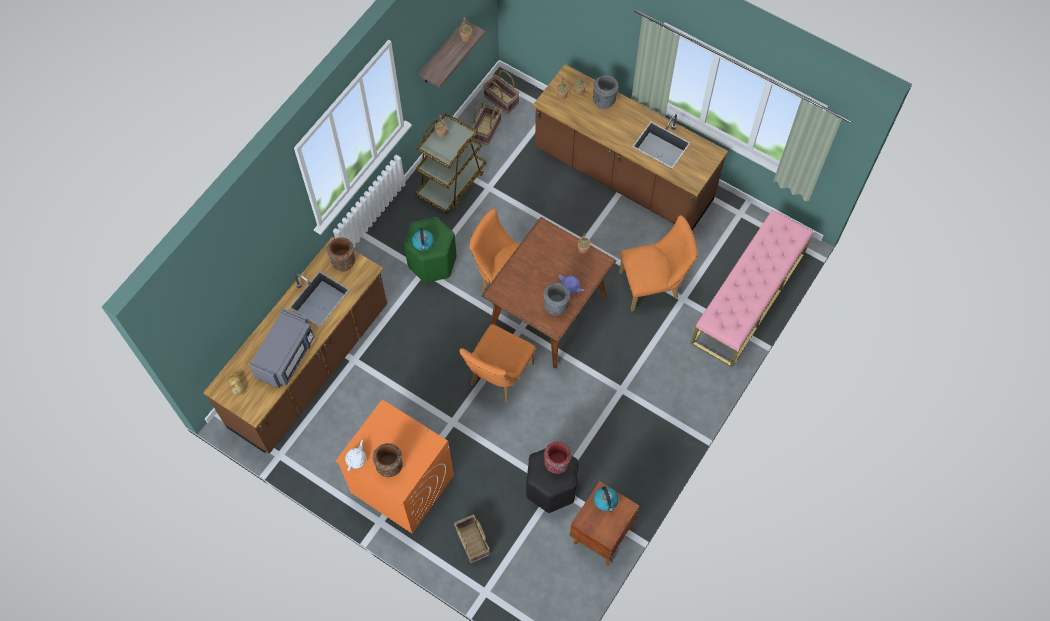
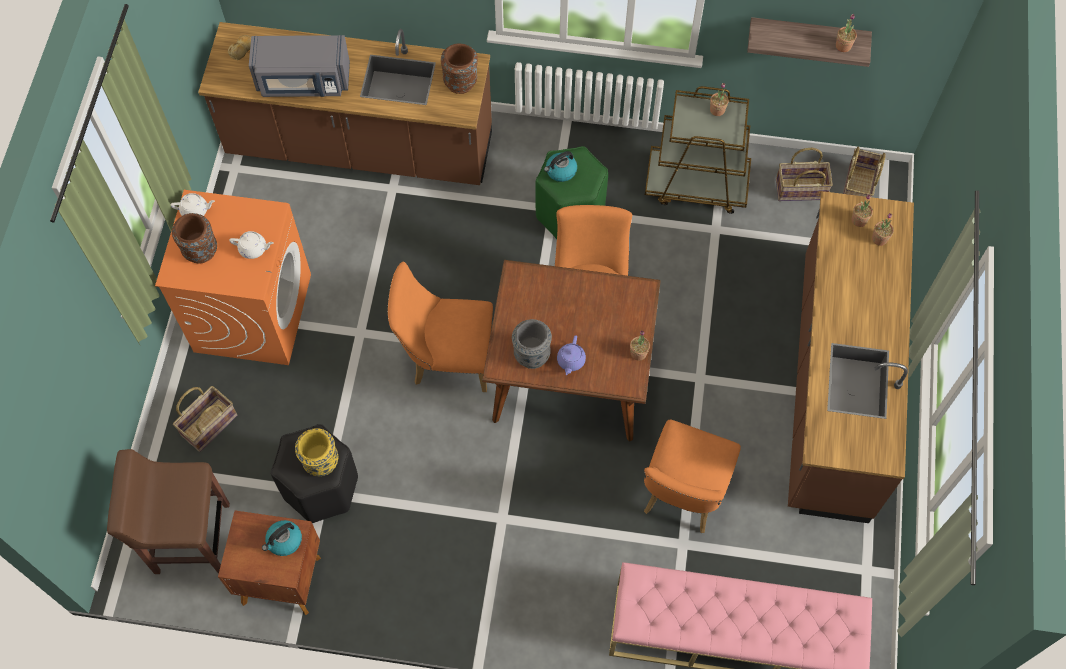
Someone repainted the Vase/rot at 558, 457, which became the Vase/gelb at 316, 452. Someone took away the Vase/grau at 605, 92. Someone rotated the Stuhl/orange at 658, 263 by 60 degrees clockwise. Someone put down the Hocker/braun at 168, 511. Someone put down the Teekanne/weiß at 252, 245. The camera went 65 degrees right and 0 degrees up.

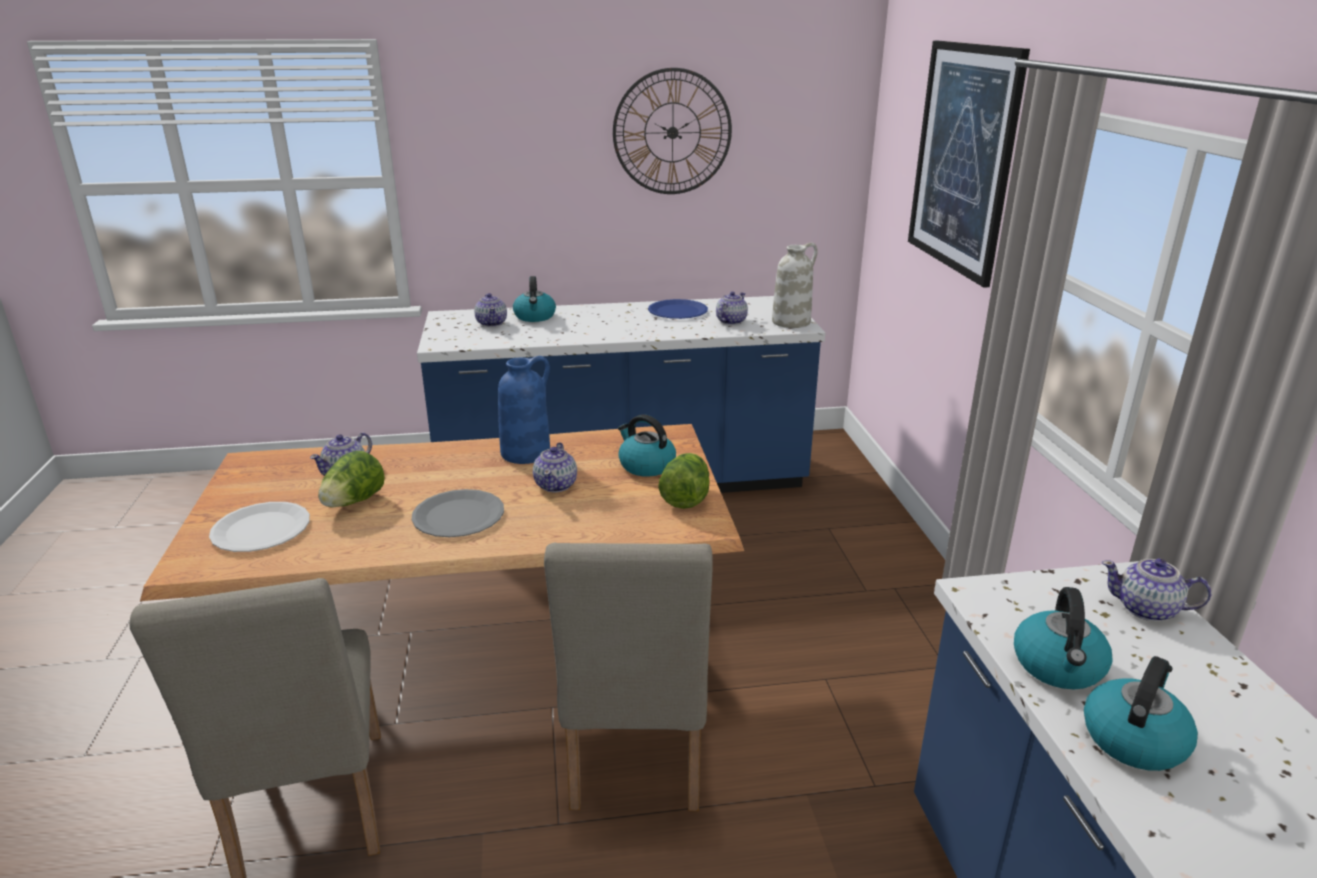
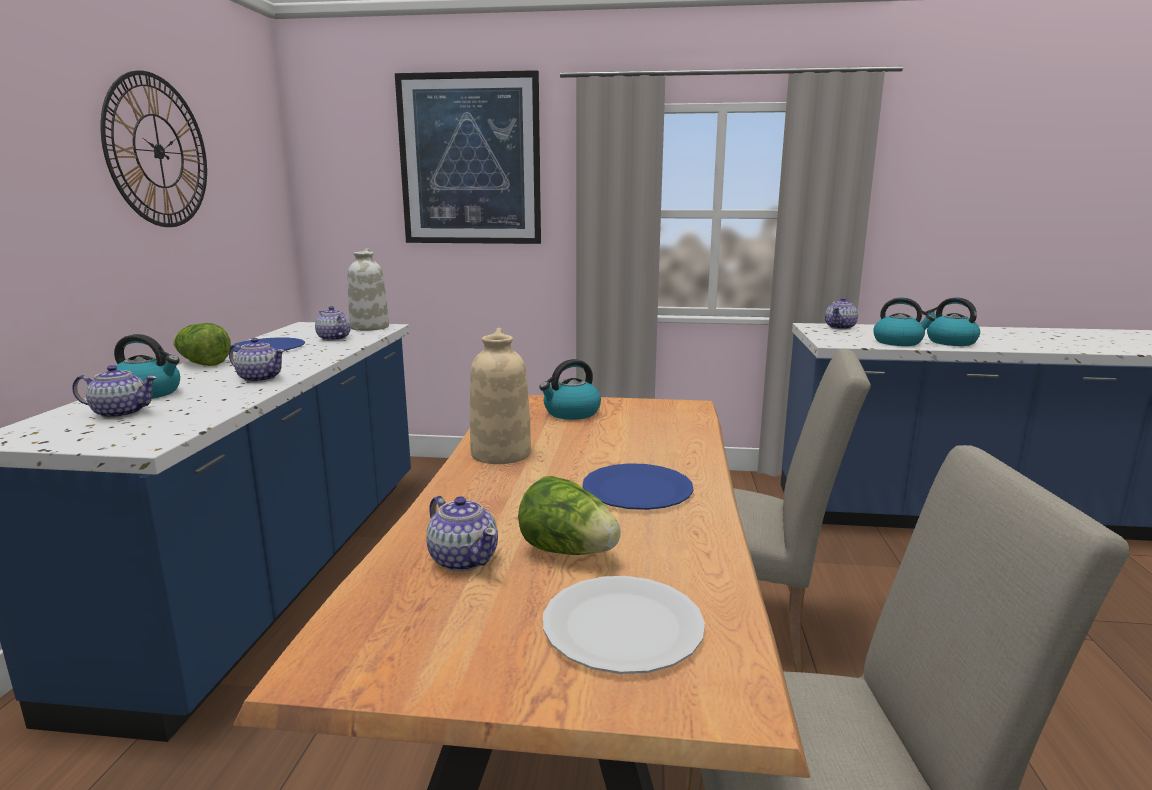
Someone repainted the Teller/grau at 457, 513, which became the Teller/blau at 638, 486. Someone repainted the Vase/blau at 524, 410, which became the Vase/beige at 500, 396. Someone carried the Teekanne from 555, 467 to 257, 360. Someone carried the Salatkopf from 684, 481 to 202, 344. The camera went 75 degrees left and 10 degrees down.

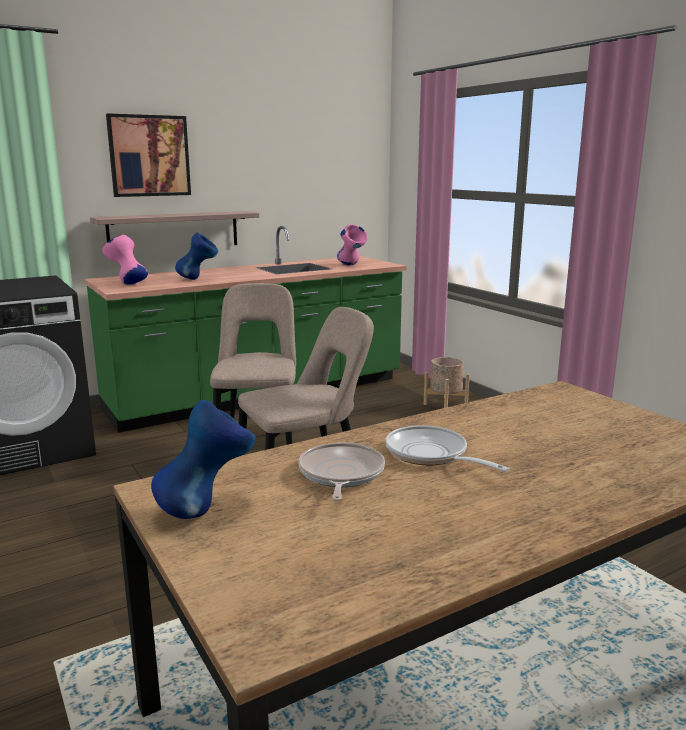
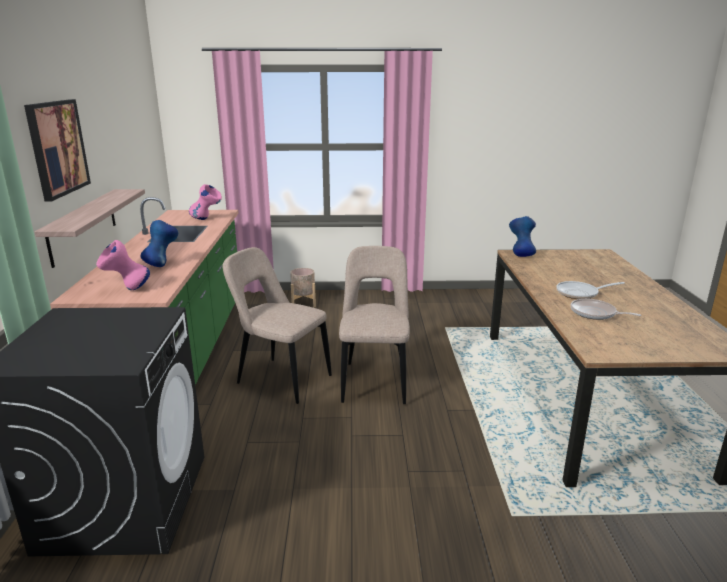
Someone carried the Vase/blau from 203, 459 to 522, 236. The camera went 60 degrees left and 5 degrees up.

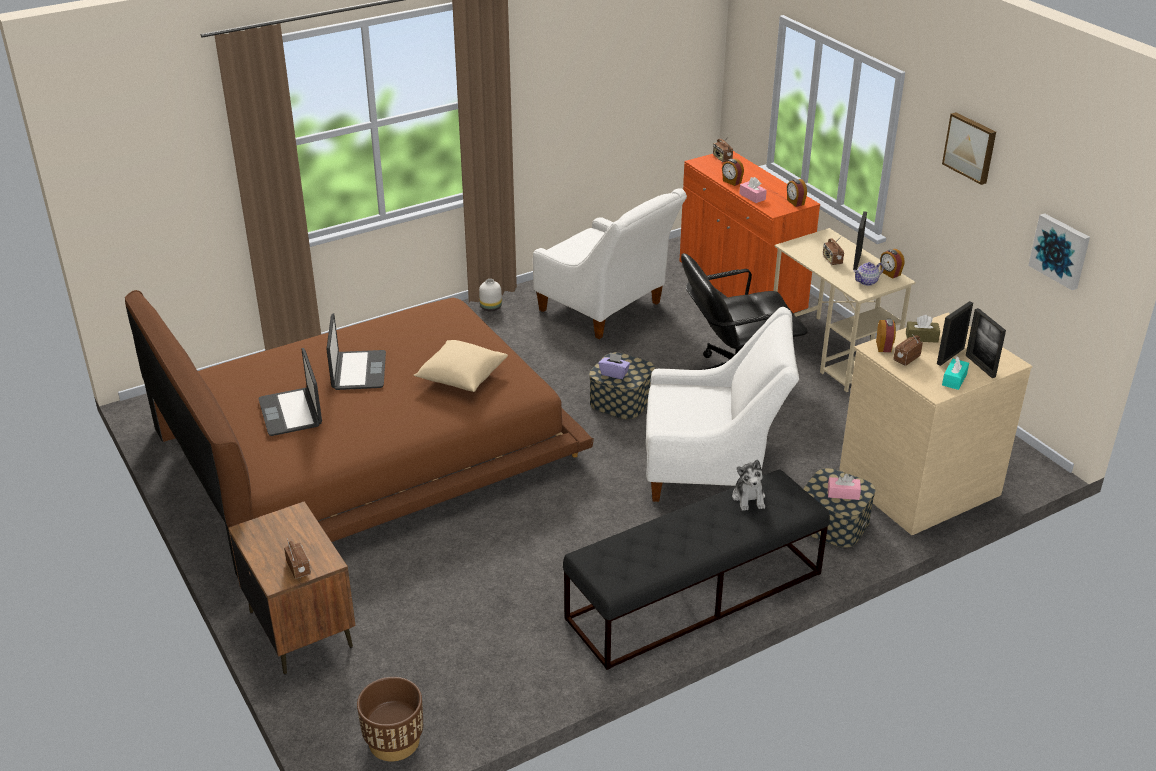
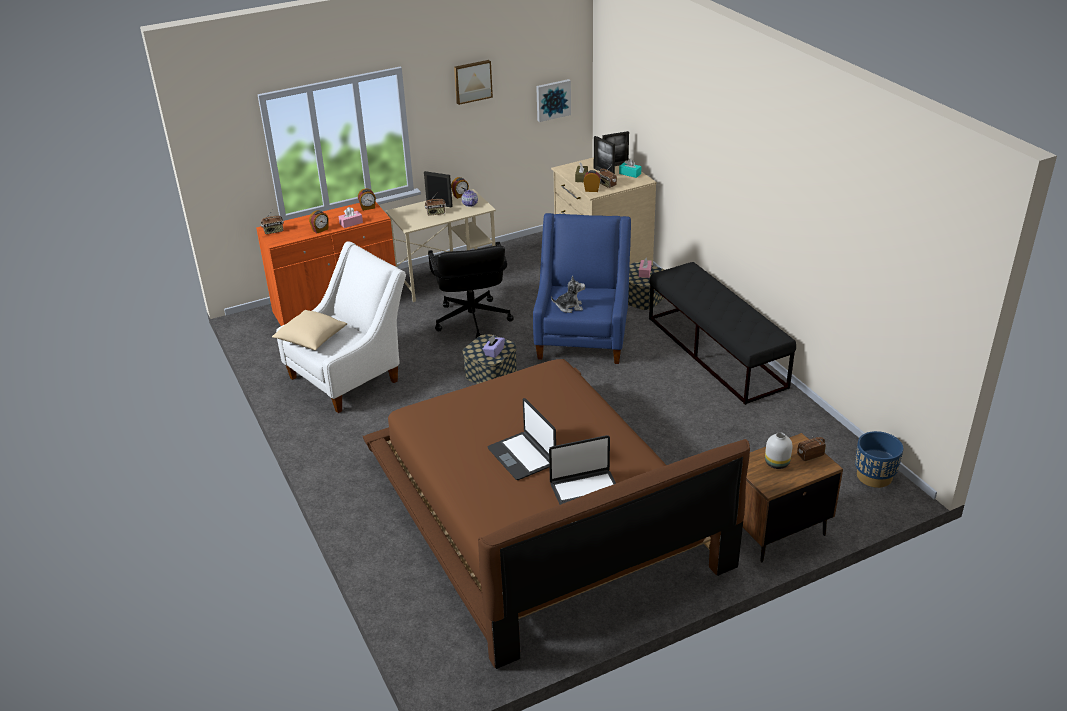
Someone rotated the Laptop at 356, 351 by 120 degrees counterclockwise. Someone repainted the Pflanzkübel/braun at 390, 719, which became the Pflanzkübel/blau at 879, 459. Someone carried the Kissen/beige from 461, 366 to 309, 330. Someone carried the Vase/weiß from 490, 295 to 779, 450. Someone repainted the Sessel/weiß at 722, 404, which became the Sessel/blau at 582, 288. Someone carried the Plüschtier from 748, 485 to 568, 294. The camera went 85 degrees left and 0 degrees up.

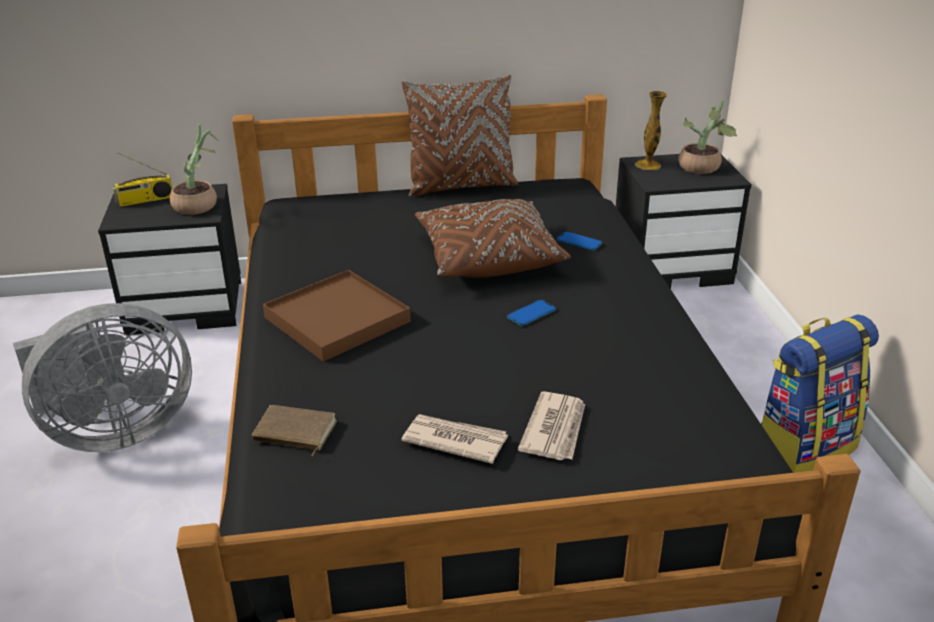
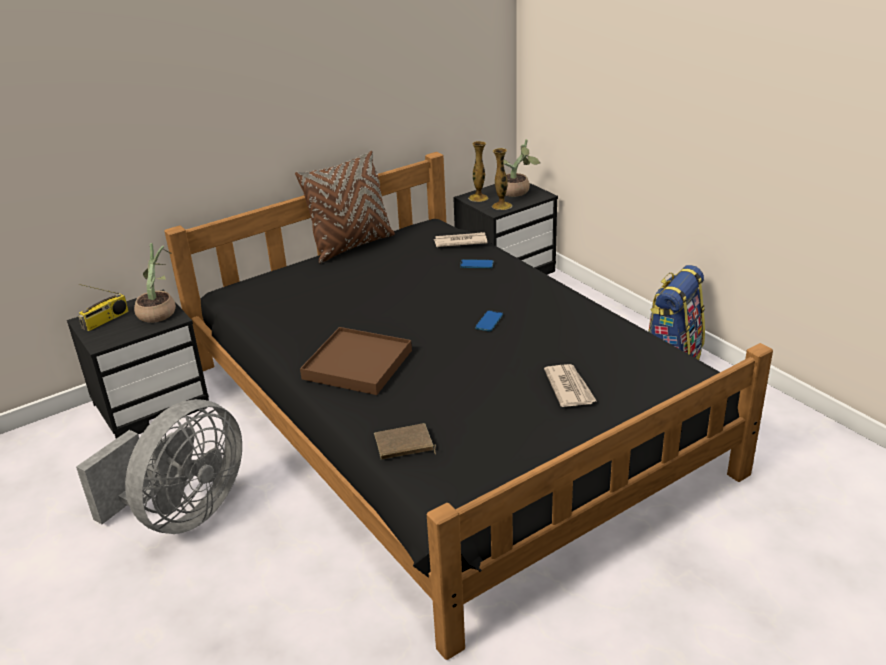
Someone carried the Zeitung from 454, 439 to 460, 239. Someone took away the Kissen/braun at 493, 238. Someone put down the Vase at 502, 179. The camera went 25 degrees left and 0 degrees up.

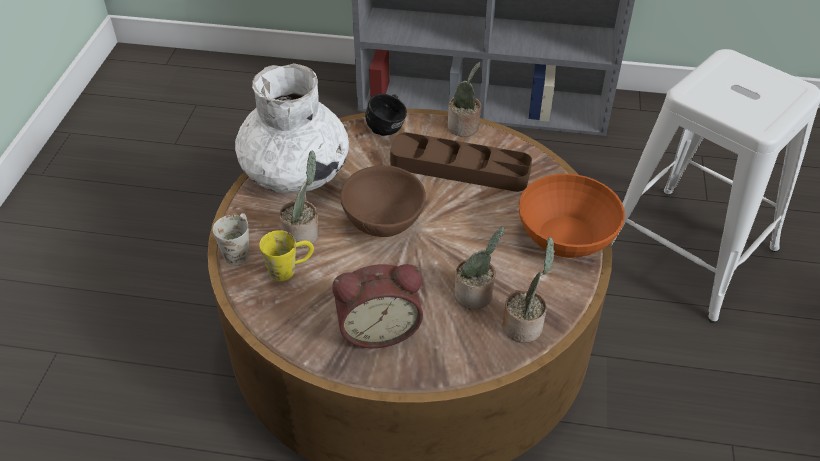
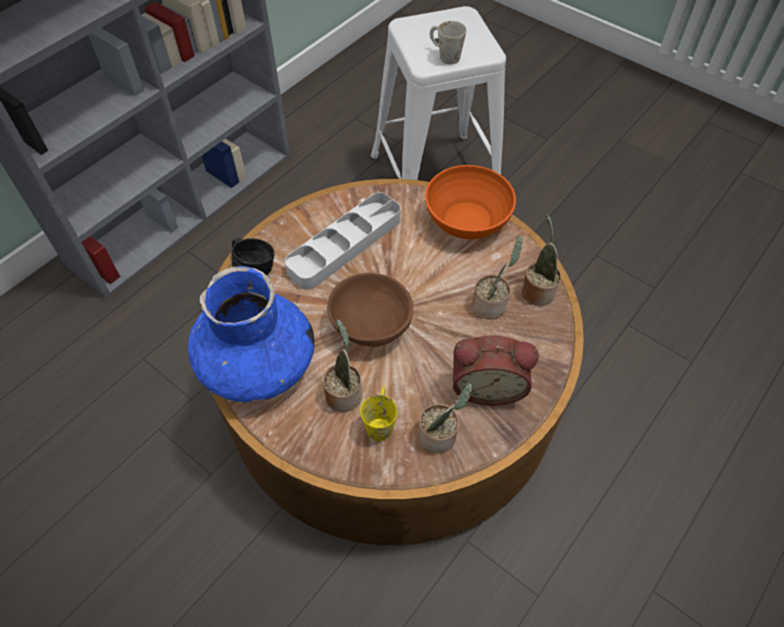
Someone carried the Henkelbecher/weiß from 231, 239 to 448, 42. Someone repainted the Vase/weiß at 292, 128, which became the Vase/blau at 251, 334. Someone rotated the Wecker at 377, 306 by 75 degrees clockwise. Someone repainted the Tablett/braun at 461, 162, which became the Tablett/grau at 343, 241. Someone carried the Topfpflanze from 464, 99 to 445, 418. The camera went 60 degrees left and 10 degrees up.

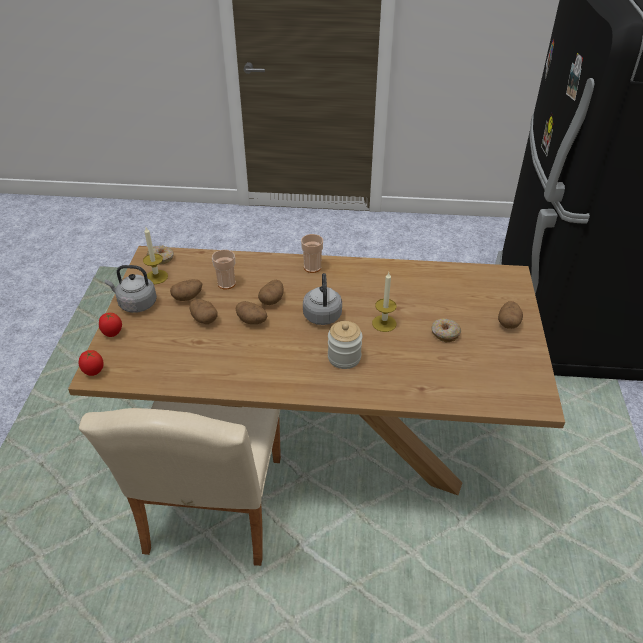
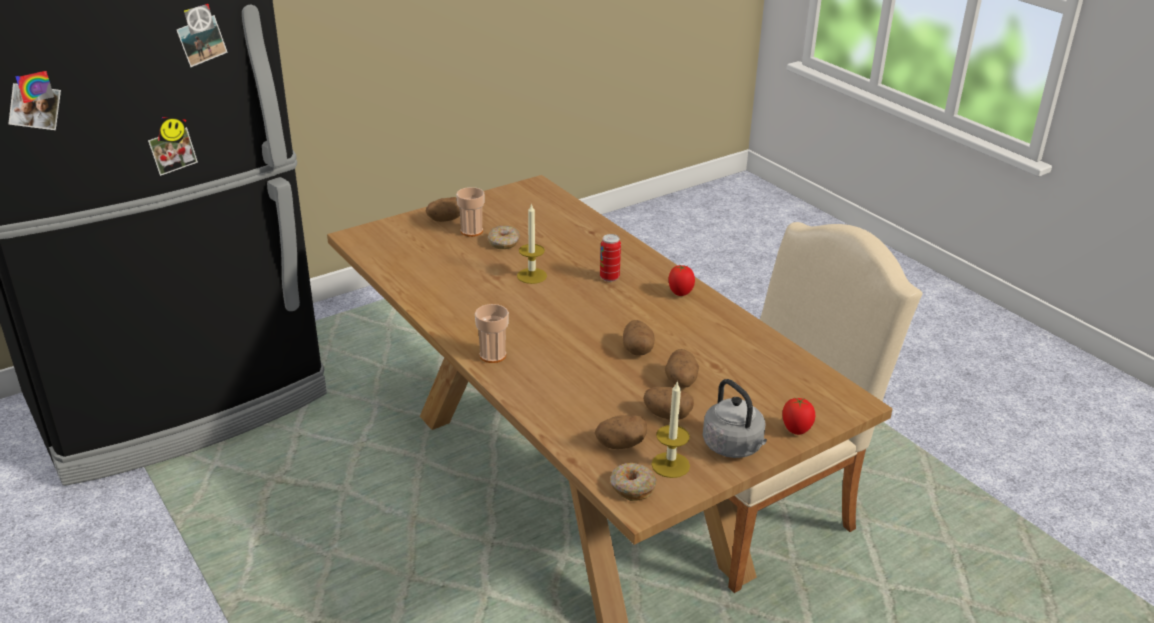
Someone carried the Tomate from 91, 363 to 682, 280. Someone carried the Tasse from 224, 269 to 470, 212. Someone carried the Kartoffel from 270, 292 to 621, 432. Someone took away the Wasserkessel/grau at 322, 299. Someone swapped the Vorratsglas at 345, 345 for the Dose at 610, 258. The camera went 130 degrees left and 10 degrees down.

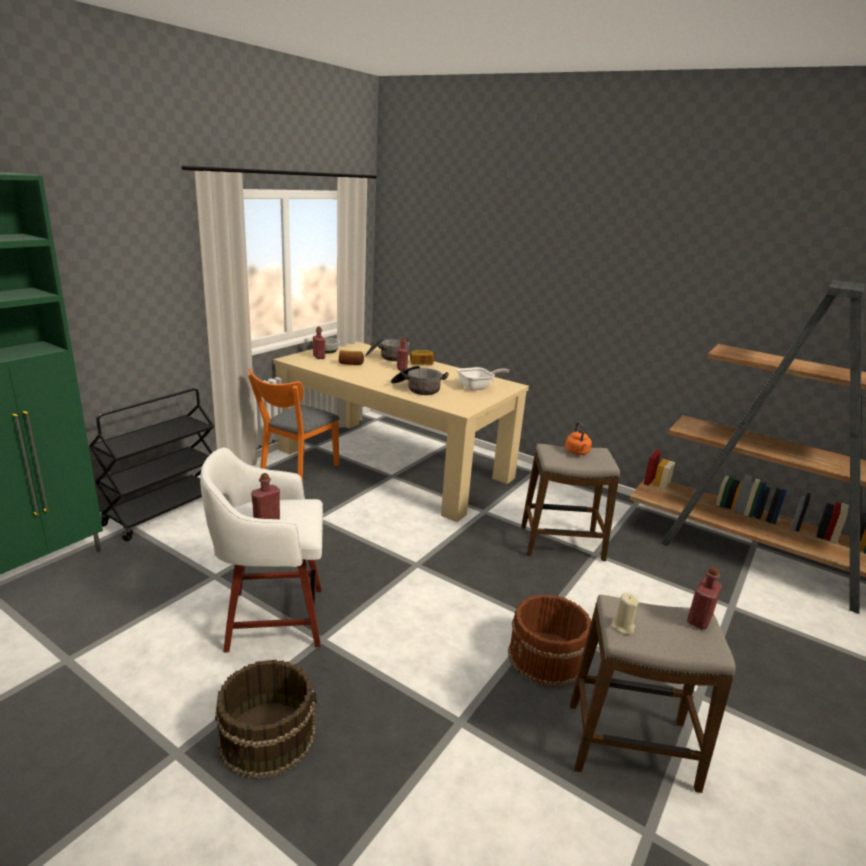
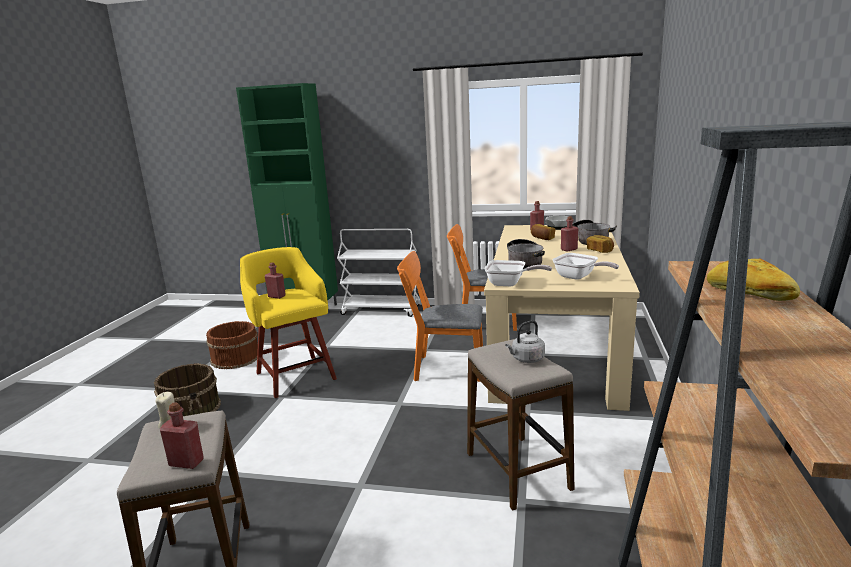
Someone repainted the Rollwagen/schwarz at 151, 464, which became the Rollwagen/weiß at 378, 273. Someone repainted the Hocker/weiß at 261, 550, which became the Hocker/gelb at 288, 322. Someone carried the Eimer/braun from 549, 641 to 232, 345. Someone repainted the Wasserkessel/orange at 578, 438, which became the Wasserkessel/grau at 525, 341. Someone put down the Stuhl/orange at 440, 316. Someone put down the Pfanne at 518, 273. Someone put down the Brot at 753, 280. The camera went 70 degrees right and 5 degrees down.

